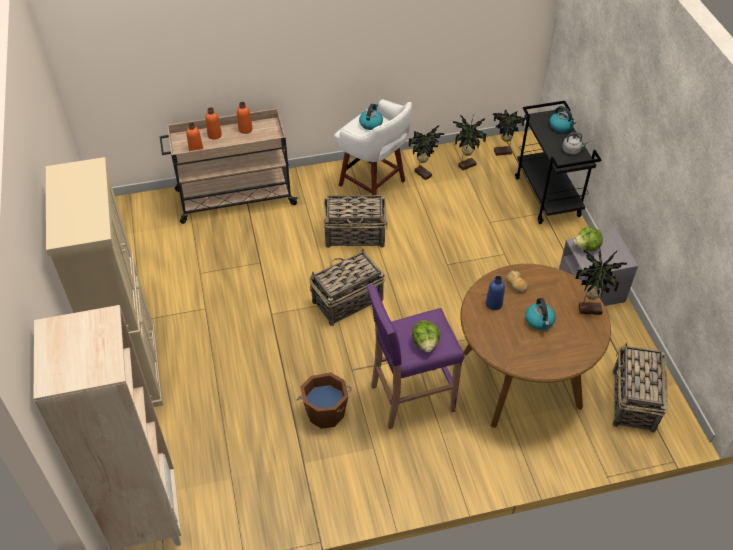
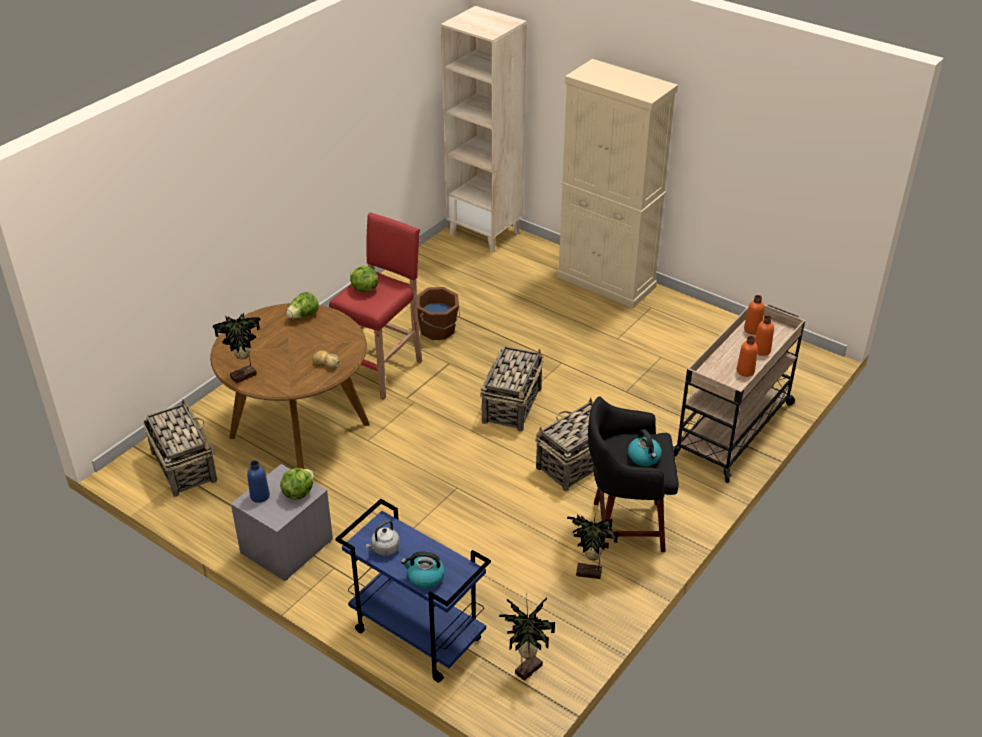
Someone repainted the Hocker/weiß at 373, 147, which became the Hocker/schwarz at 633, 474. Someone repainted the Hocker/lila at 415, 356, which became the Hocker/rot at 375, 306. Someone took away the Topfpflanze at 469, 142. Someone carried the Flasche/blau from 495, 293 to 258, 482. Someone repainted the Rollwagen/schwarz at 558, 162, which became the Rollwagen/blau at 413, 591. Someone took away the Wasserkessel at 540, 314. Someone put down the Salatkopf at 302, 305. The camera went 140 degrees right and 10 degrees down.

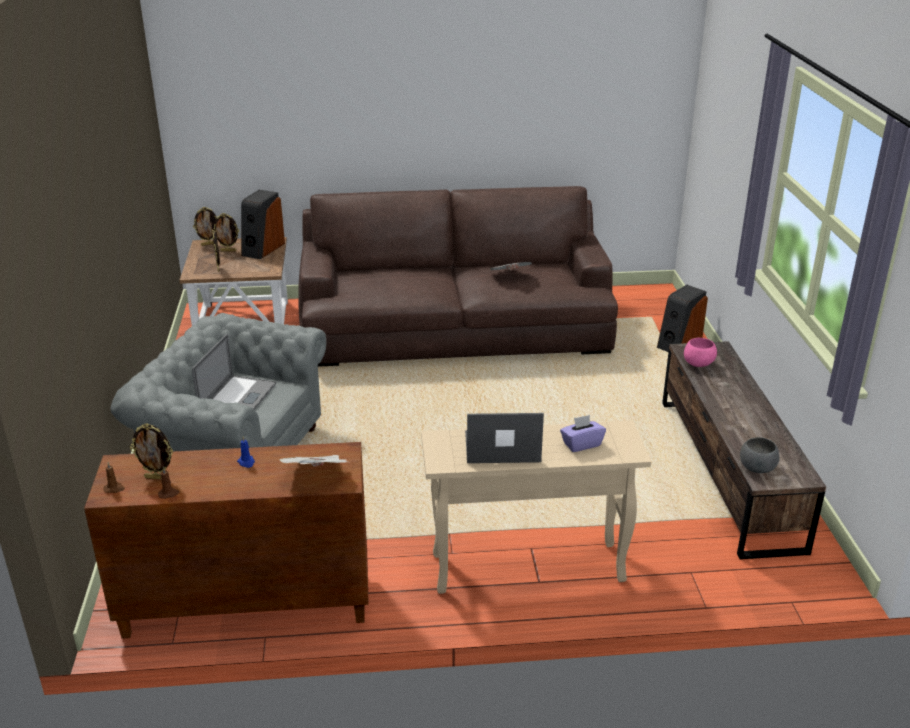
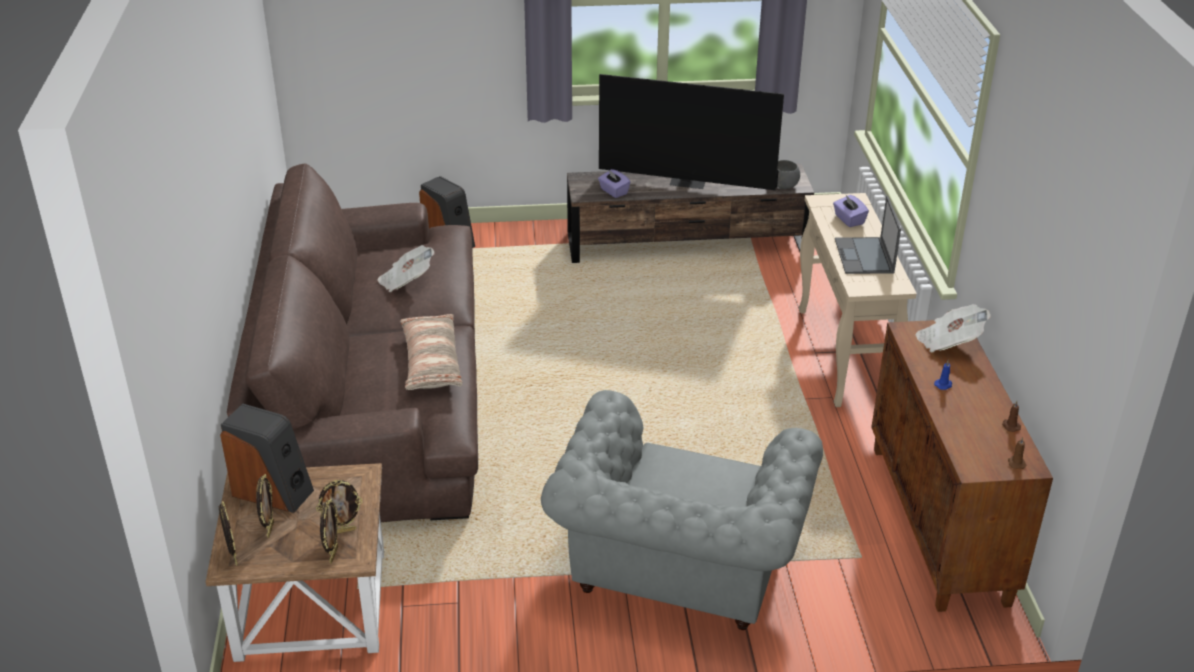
Someone carried the Bilderrahmen from 151, 451 to 329, 531. Someone took away the Laptop at 234, 372. Someone swapped the Schüssel/rosa at 700, 352 for the Taschentuchbox/lila at 614, 183. Someone put down the Kissen at 431, 352. Someone put down the Fernseher at 691, 132. The camera went 90 degrees left and 5 degrees up.

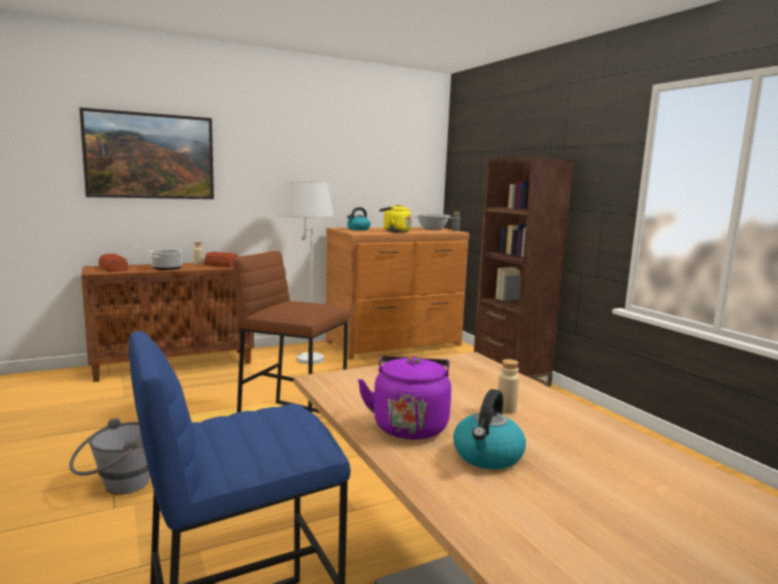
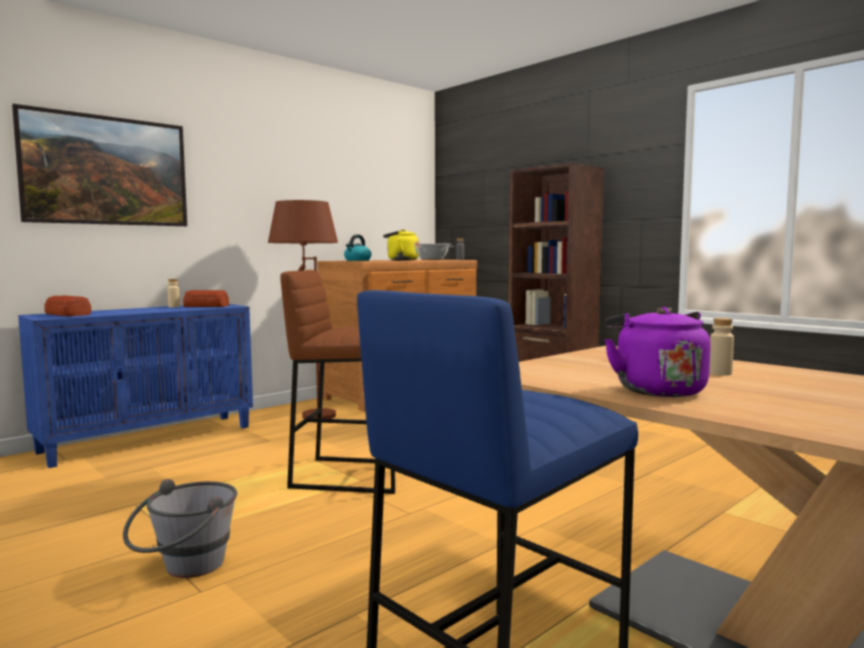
Someone repainted the Schrank/braun at 167, 322, which became the Schrank/blau at 135, 386. Someone took away the Kochtopf at 166, 259. Someone repainted the Stehlampe/weiß at 305, 272, which became the Stehlampe/braun at 303, 309. Someone took away the Wasserkessel at 489, 429. The camera went 15 degrees left and 5 degrees down.

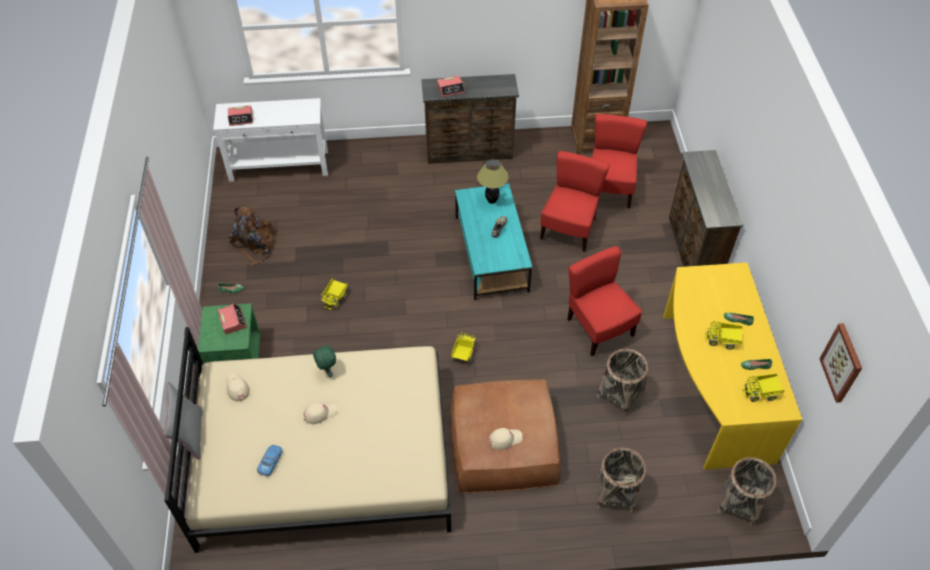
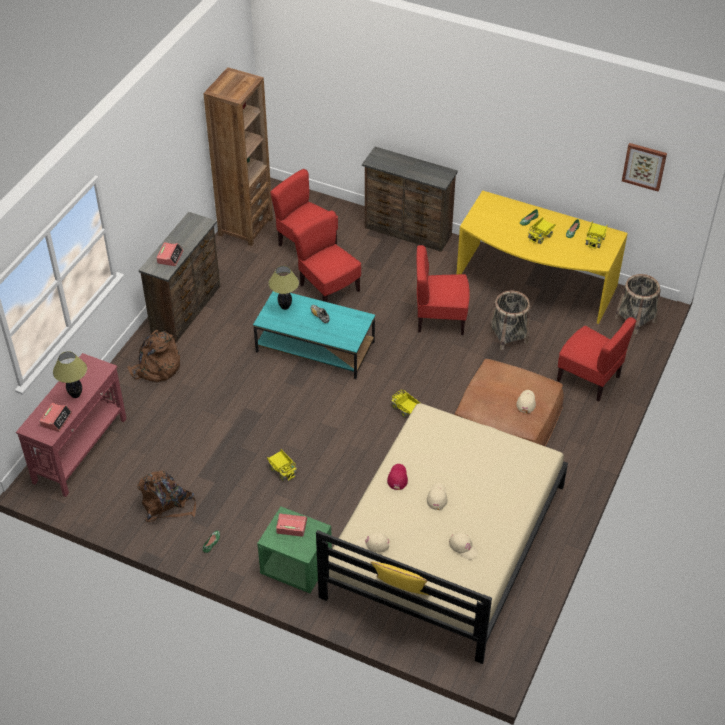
Someone repainted the Kissen/grau at 182, 421, which became the Kissen/gelb at 399, 578. Someone repainted the Konsolentisch/weiß at 270, 140, which became the Konsolentisch/rot at 71, 425. Someone swapped the Spielzeugauto at 269, 461 for the Kappe/beige at 463, 546. Someone swapped the Plüschtier/grün at 324, 360 for the Kappe/rot at 397, 477. Someone swapped the Korb at 621, 480 for the Stuhl/rot at 596, 359. Someone put down the Tischlampe at 70, 374. Someone put down the Rucksack/braun at 153, 356. The camera went 60 degrees left and 5 degrees down.

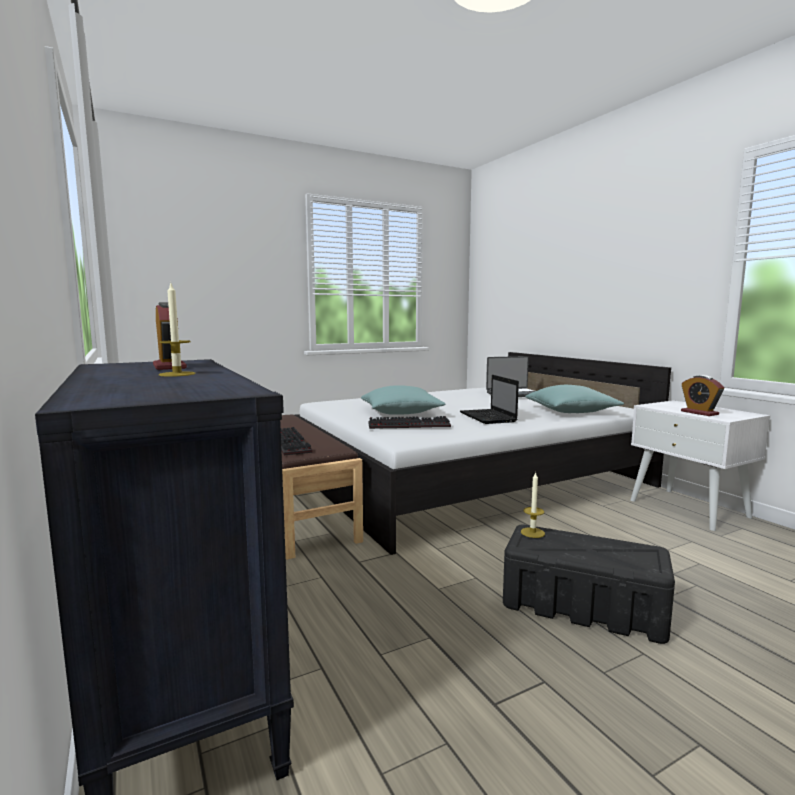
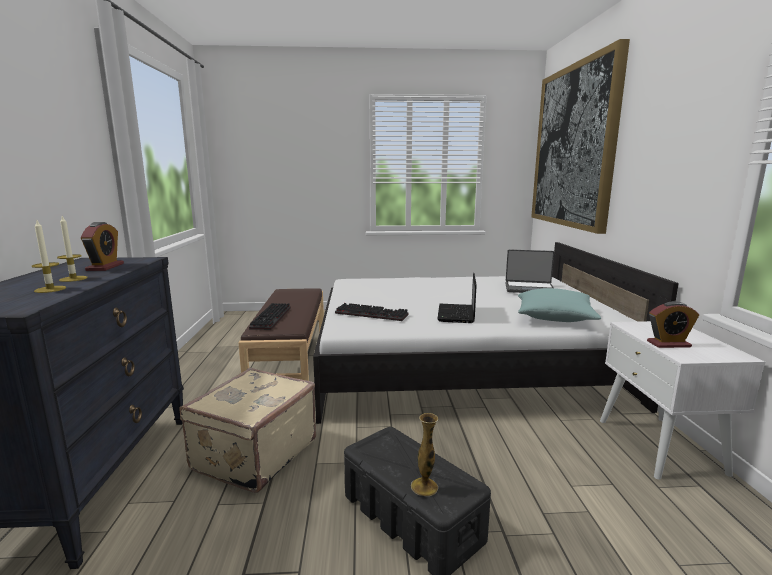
Someone took away the Kissen/türkis at 403, 400. Someone carried the Kerze from 533, 504 to 49, 257. Someone rotated the Wecker at 702, 395 by 90 degrees counterclockwise. Someone put down the Koffer/beige at 247, 430. Someone put down the Vase at 425, 454. Someone put up the Bild at 580, 136. The camera went 25 degrees right and 5 degrees up.

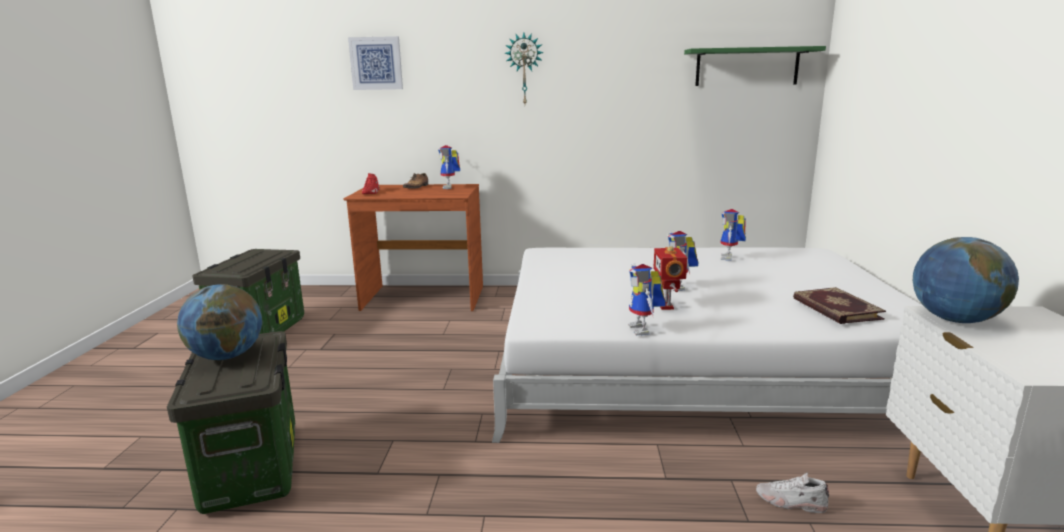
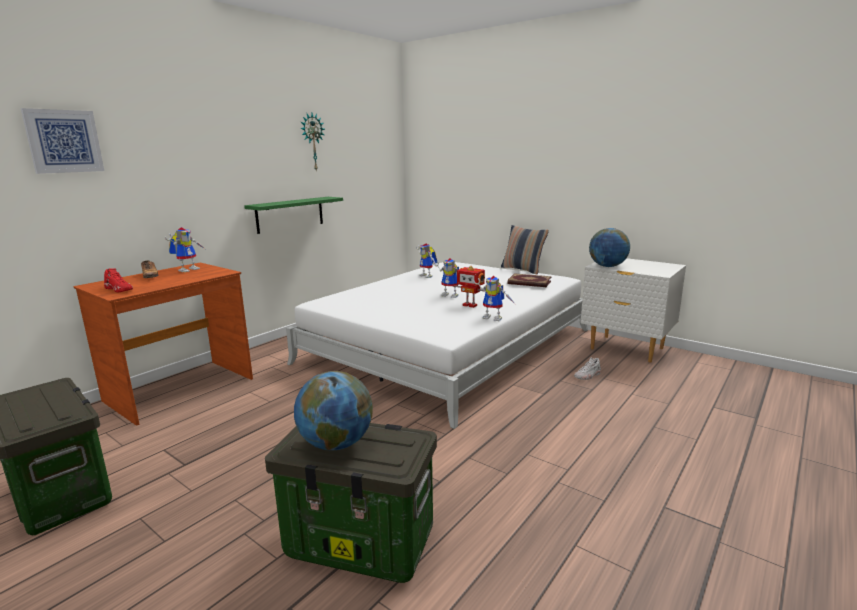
Someone rotated the Spielzeugroboter at 449, 167 by 90 degrees counterclockwise. Someone carried the Wanduhr from 524, 68 to 312, 142. Someone carried the Wandregal/grün from 755, 66 to 293, 215. Someone put down the Kissen at 525, 249. The camera went 55 degrees left and 0 degrees up.

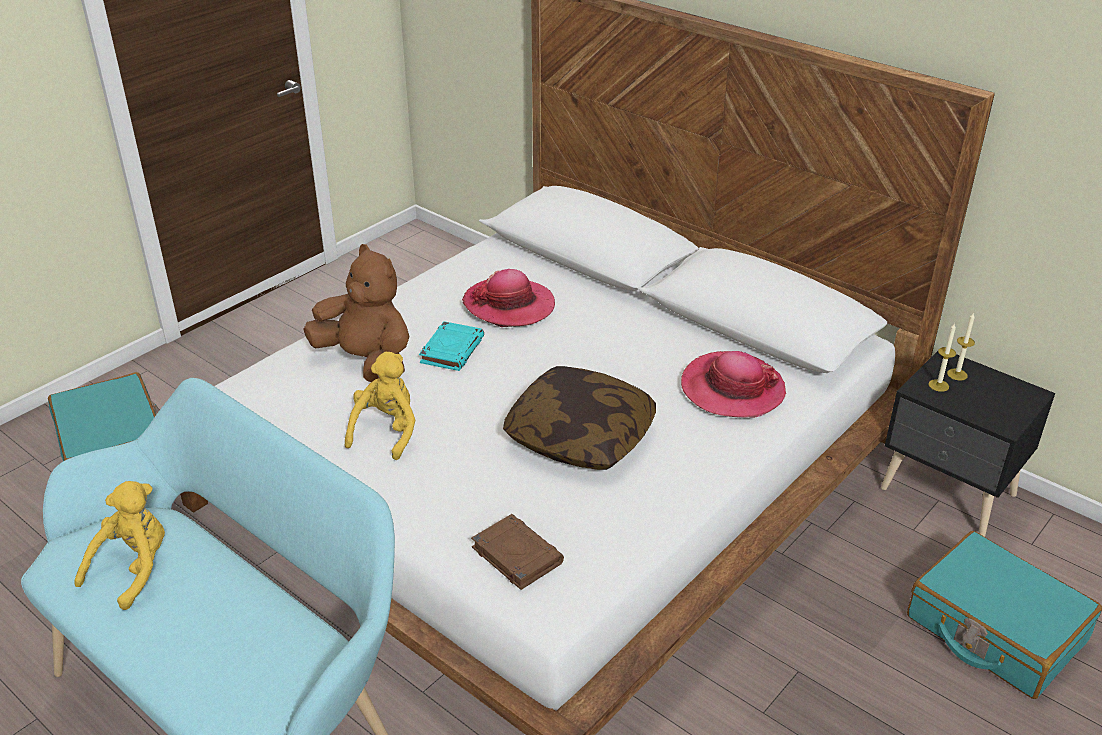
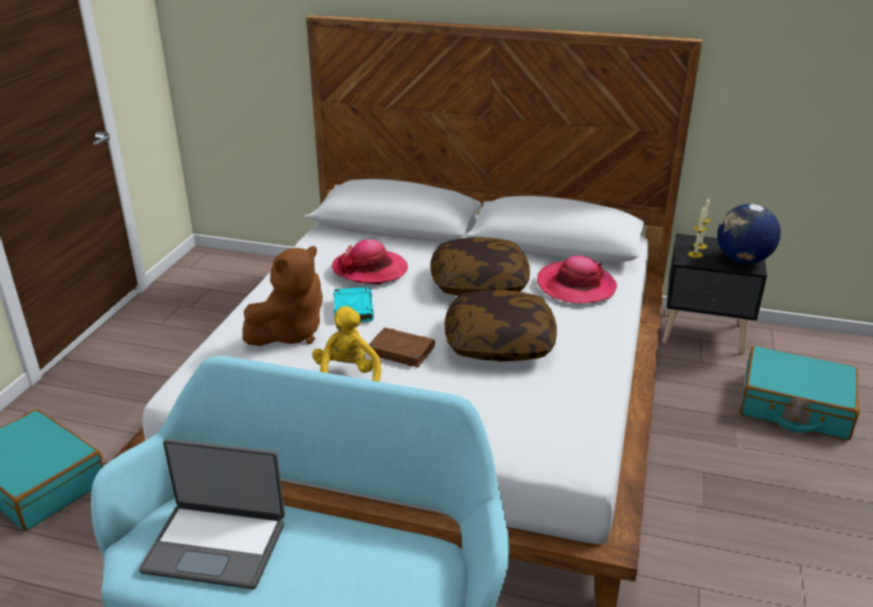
Someone swapped the Plüschtier/gelb at 119, 545 for the Laptop at 211, 514. Someone rotated the Plüschtier/braun at 356, 313 by 120 degrees clockwise. Someone carried the Buch/braun from 517, 552 to 401, 347. Someone put down the Kissen at 480, 266. Someone put down the Globus at 749, 234. The camera went 25 degrees left and 5 degrees down.

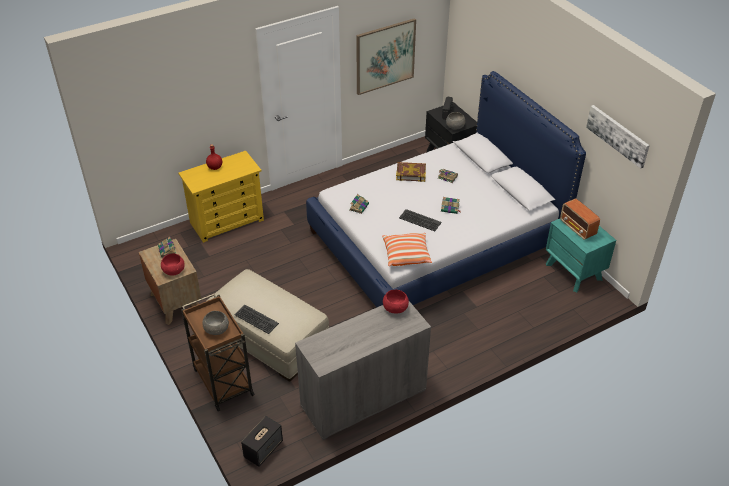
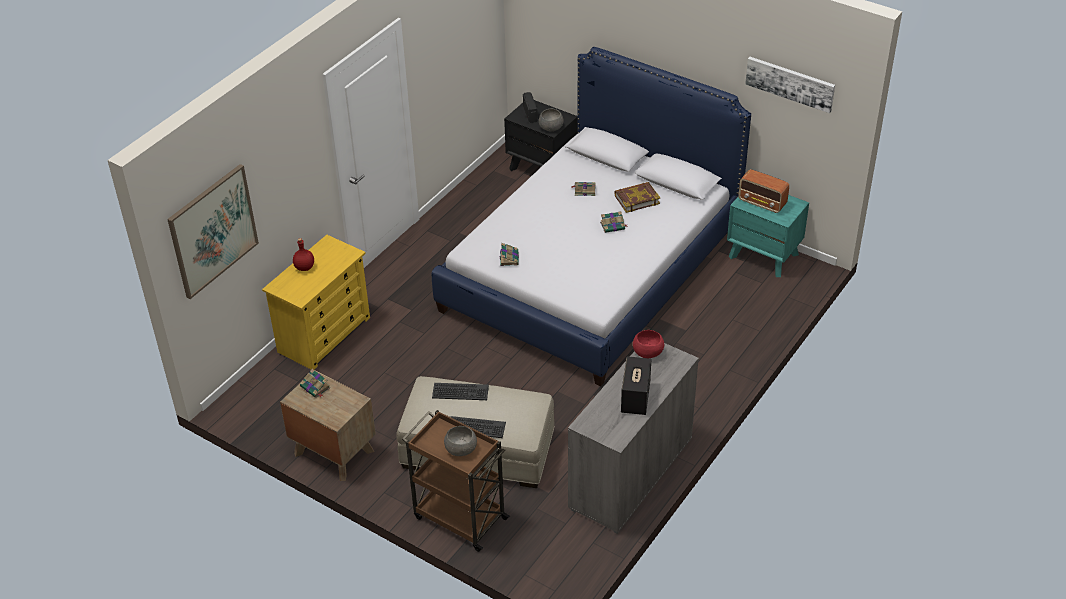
Someone took away the Schüssel/rot at 173, 265. Someone carried the Lautsprecher from 262, 441 to 636, 385. Someone carried the Bild from 386, 56 to 213, 231. Someone took away the Kissen at 407, 249. Someone carried the Buch from 411, 172 to 637, 197. Someone carried the Tastatur from 420, 220 to 460, 391. The camera went 25 degrees left and 0 degrees up.

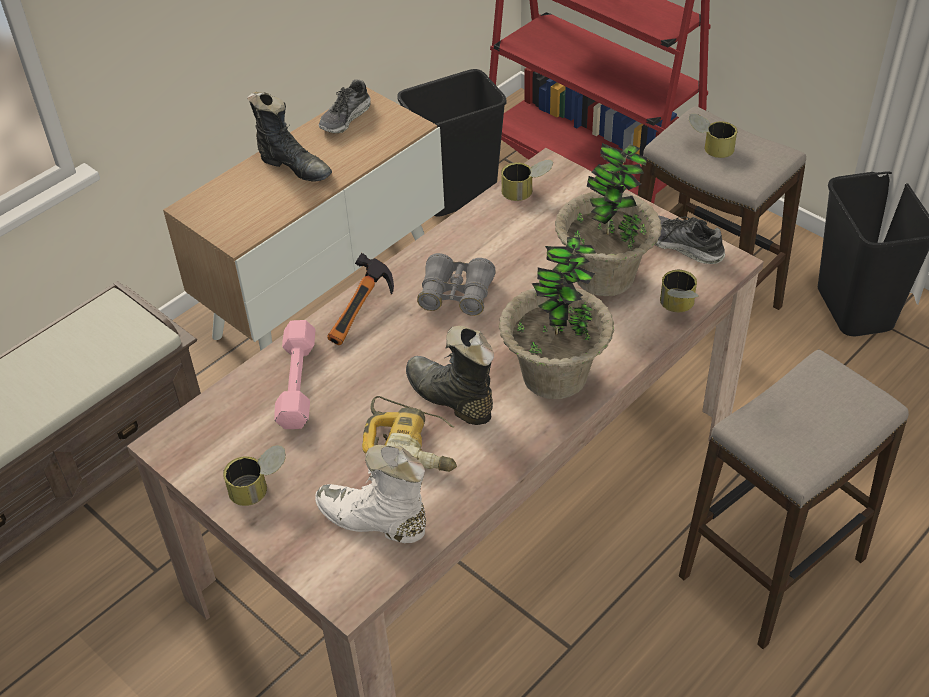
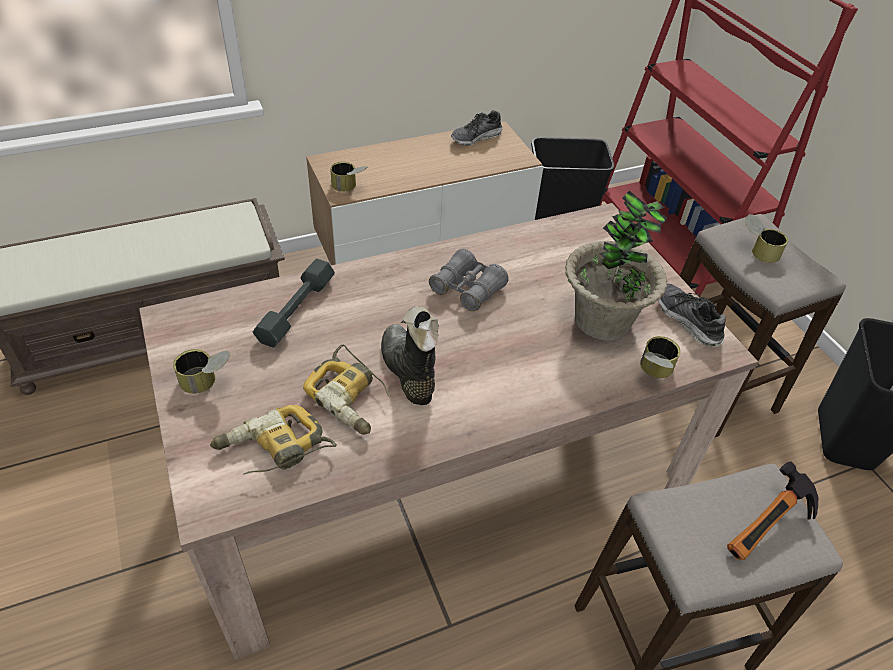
Someone took away the Stiefel/schwarz at 289, 137. Someone repainted the Hantel/rosa at 294, 374, which became the Hantel/grau at 294, 303. Someone swapped the Stiefel/weiß at 370, 494 for the Bohrmaschine at 273, 440. Someone carried the Hammer from 360, 299 to 772, 510. Someone took away the Topfpflanze at 556, 318. Someone carried the Dose from 527, 180 to 348, 177. The camera went 20 degrees right and 0 degrees up.

